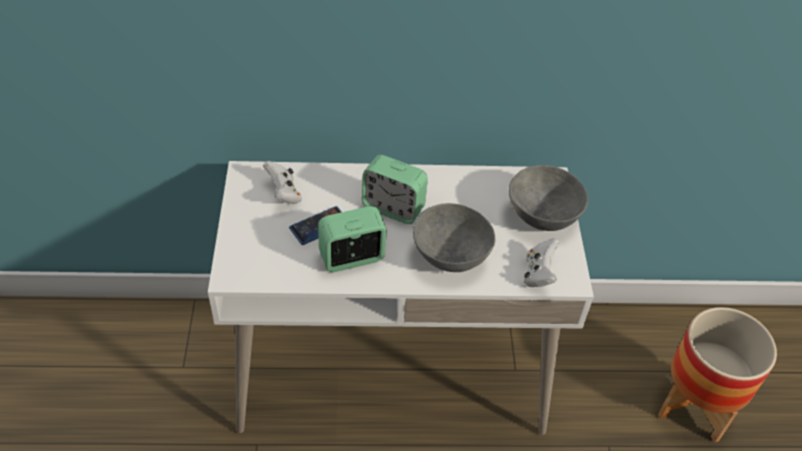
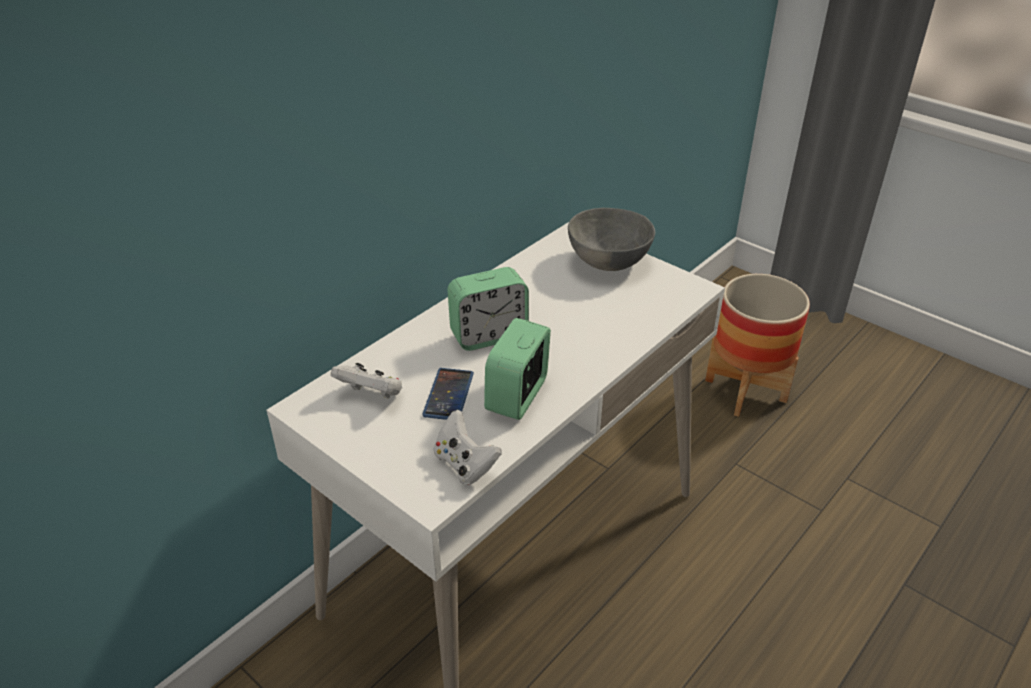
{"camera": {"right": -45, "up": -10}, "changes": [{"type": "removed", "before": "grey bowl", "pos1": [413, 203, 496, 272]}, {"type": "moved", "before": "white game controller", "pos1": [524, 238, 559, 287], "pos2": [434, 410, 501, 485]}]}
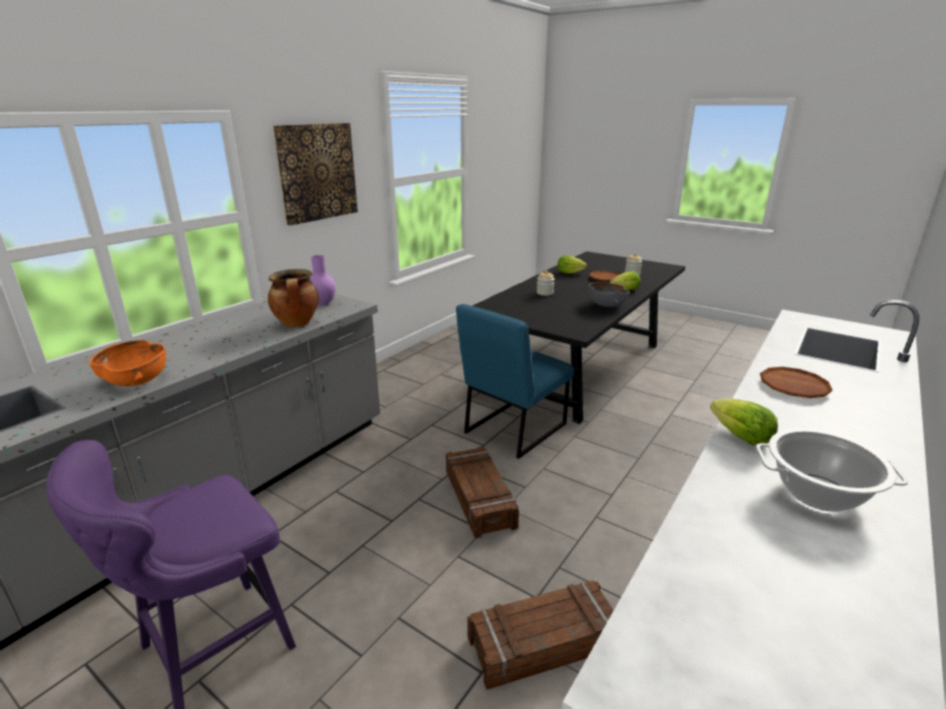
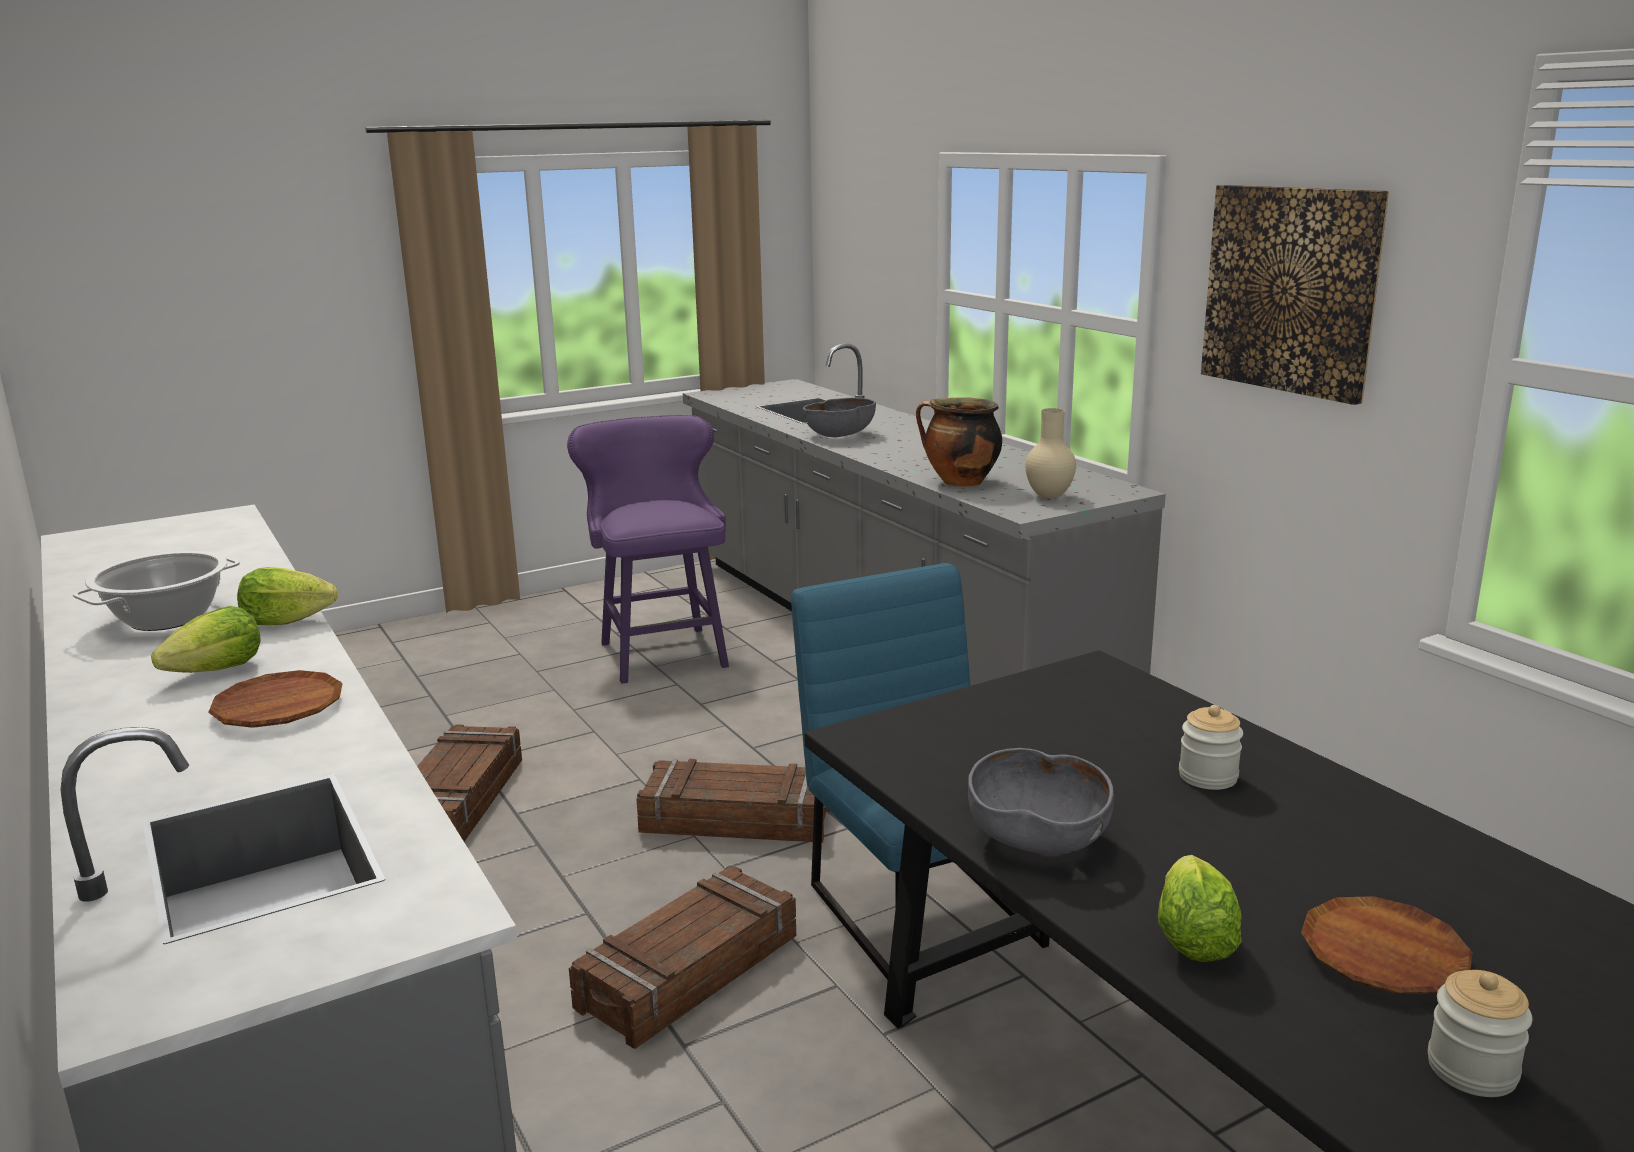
{"camera": {"right": 115, "up": -5}, "changes": [{"type": "added", "after": "crate", "pos2": [569, 866, 796, 1049]}, {"type": "moved", "before": "lettuce", "pos1": [558, 255, 587, 273], "pos2": [151, 606, 261, 673]}, {"type": "recoloured", "before": "orange bowl", "after": "grey bowl", "pos1": [89, 340, 166, 386], "pos2": [803, 397, 876, 437]}, {"type": "recoloured", "before": "purple vase", "after": "beige vase", "pos1": [310, 255, 336, 306], "pos2": [1025, 408, 1076, 499]}]}
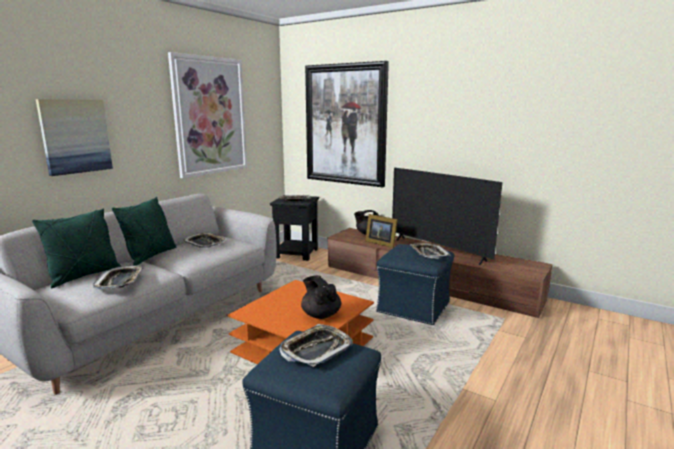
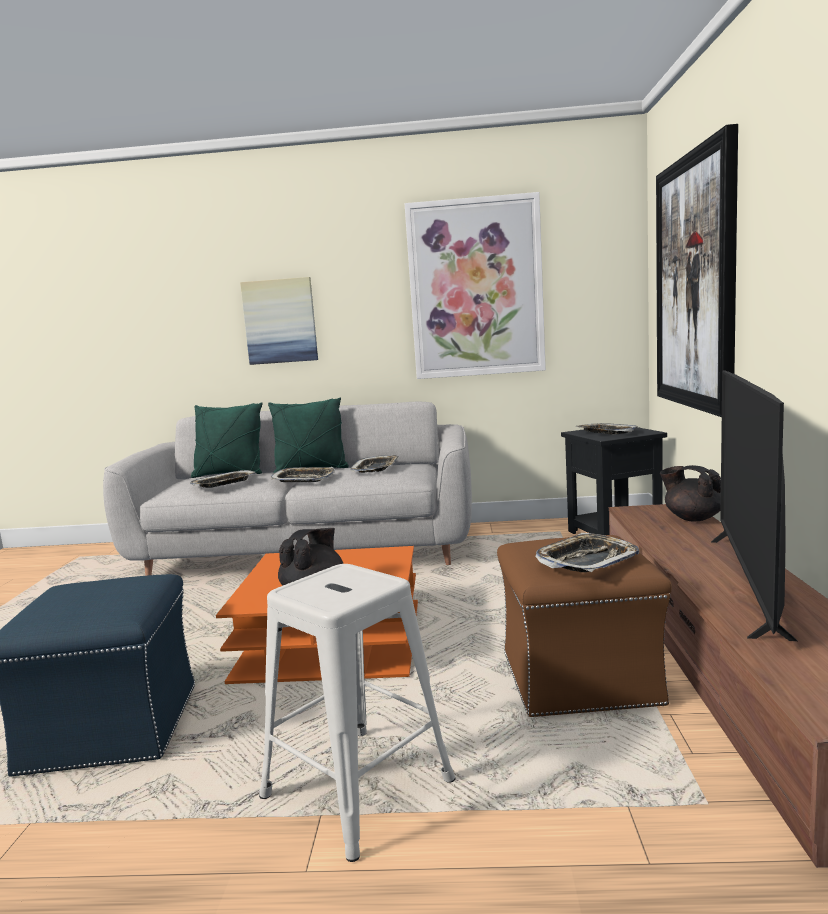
{"camera": {"right": 60, "up": -5}, "changes": [{"type": "removed", "before": "picture frame", "pos1": [365, 214, 398, 248]}, {"type": "added", "after": "white stool", "pos2": [259, 564, 455, 862]}, {"type": "moved", "before": "tray", "pos1": [279, 324, 353, 367], "pos2": [271, 467, 335, 482]}, {"type": "recoloured", "before": "blue ottoman", "after": "brown ottoman", "pos1": [376, 244, 454, 325], "pos2": [497, 535, 672, 717]}]}
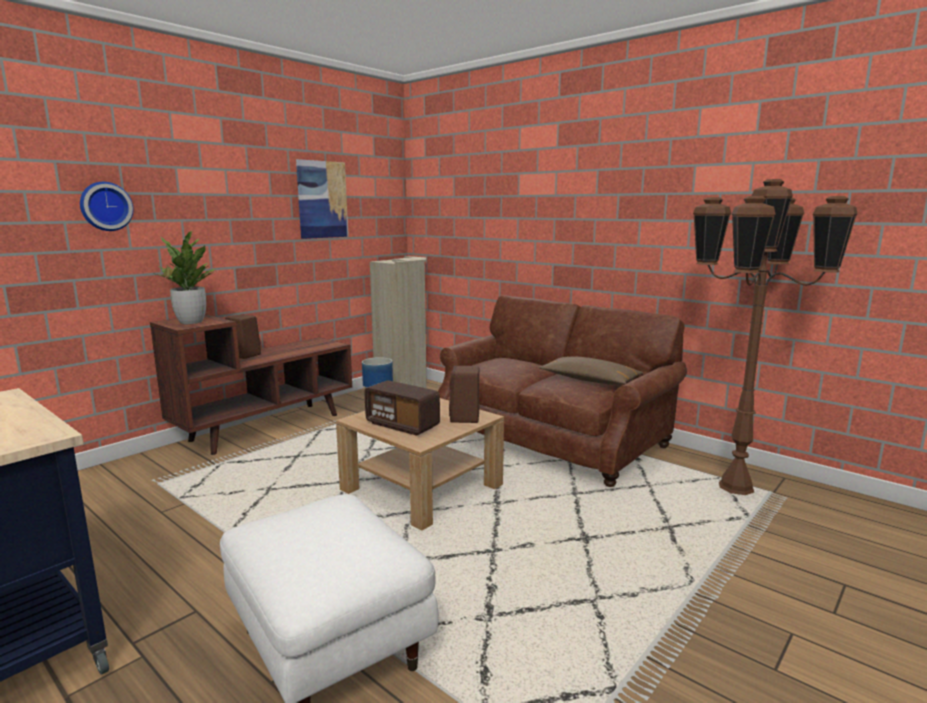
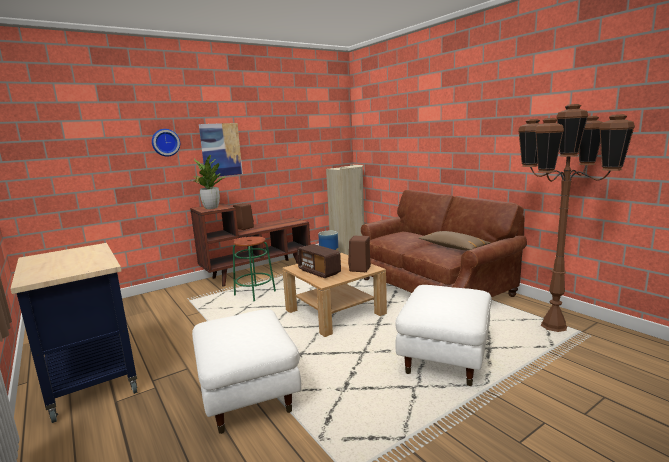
{"camera": {"right": 15, "up": 0}, "changes": [{"type": "added", "after": "green stool", "pos2": [233, 236, 276, 301]}, {"type": "added", "after": "white ottoman", "pos2": [395, 285, 492, 386]}, {"type": "moved", "before": "picture", "pos1": [296, 159, 348, 239], "pos2": [199, 123, 243, 176]}]}
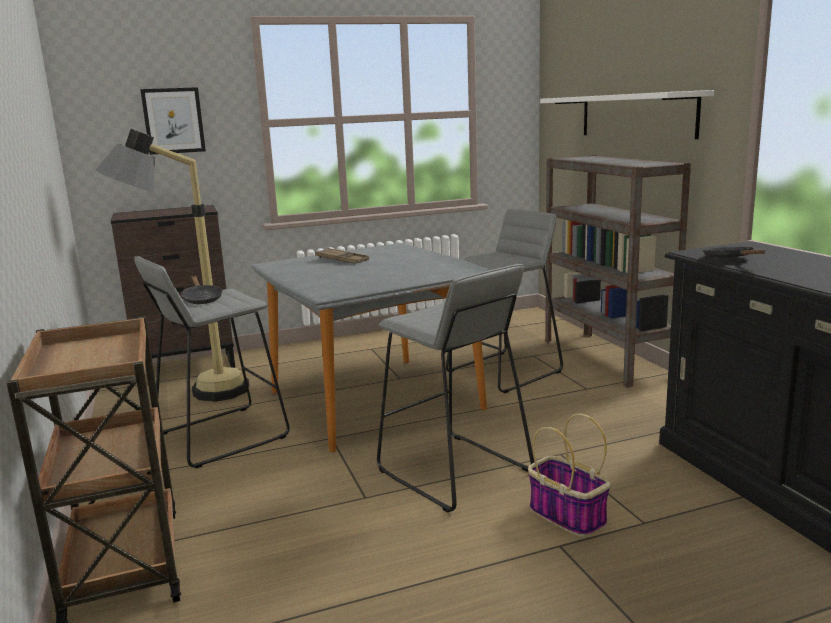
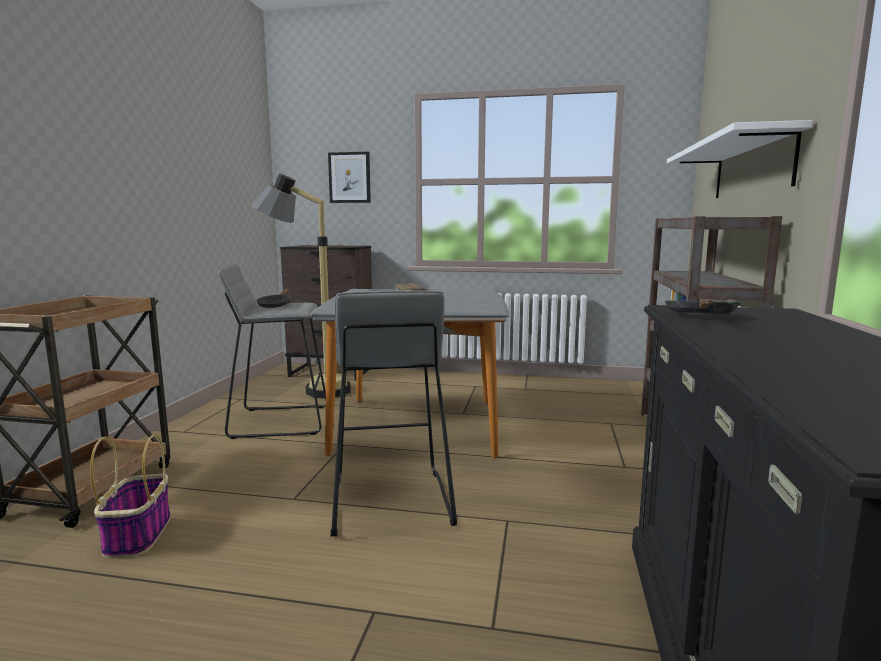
{"camera": {"right": 30, "up": -5}, "changes": [{"type": "removed", "before": "grey stool", "pos1": [446, 209, 563, 393]}, {"type": "moved", "before": "basket", "pos1": [528, 413, 611, 537], "pos2": [90, 434, 171, 558]}]}
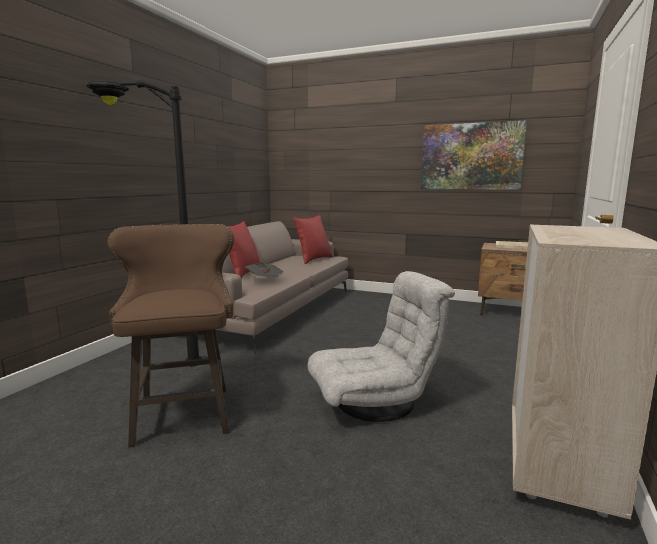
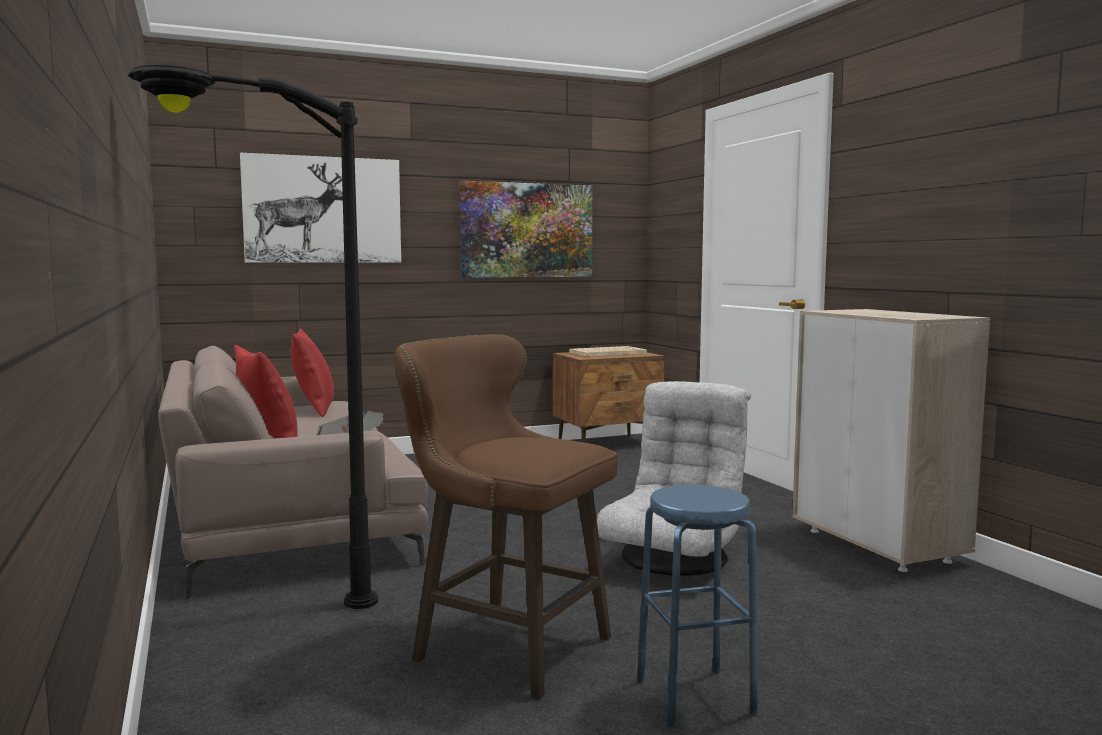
{"camera": {"right": -45, "up": -5}, "changes": [{"type": "added", "after": "picture", "pos2": [240, 153, 401, 263]}, {"type": "added", "after": "blue stool", "pos2": [637, 485, 758, 727]}]}
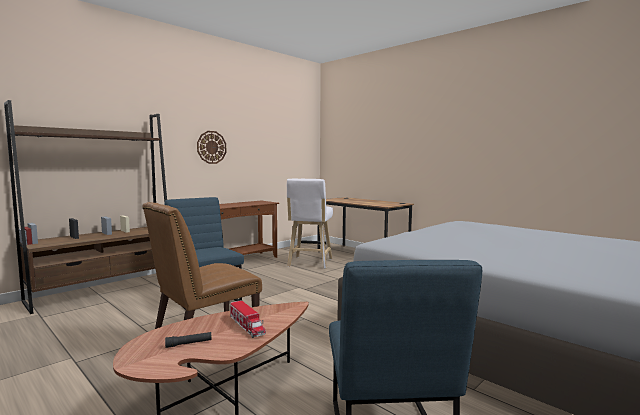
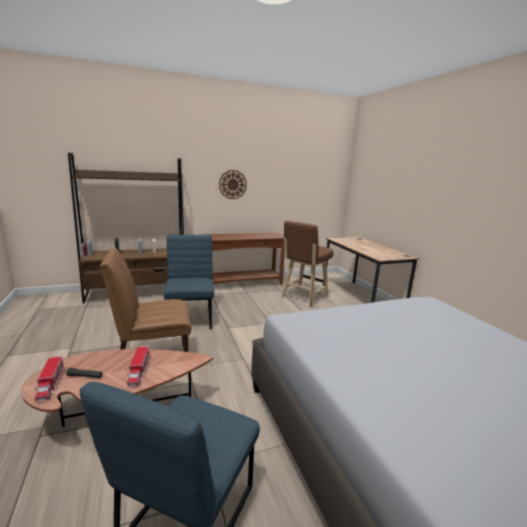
{"camera": {"right": 25, "up": 10}, "changes": [{"type": "added", "after": "toy truck", "pos2": [35, 356, 64, 401]}, {"type": "recoloured", "before": "white stool", "after": "brown stool", "pos1": [287, 179, 333, 269], "pos2": [281, 221, 334, 307]}]}
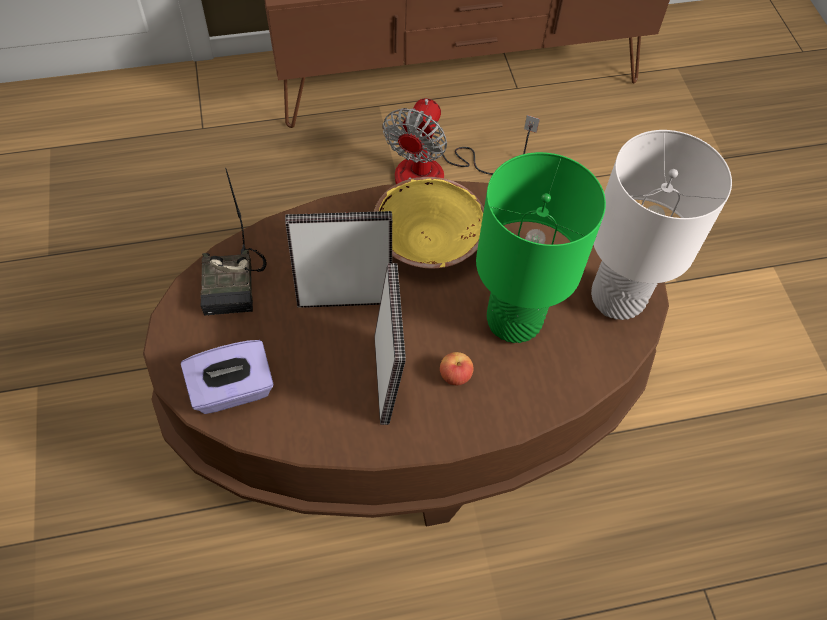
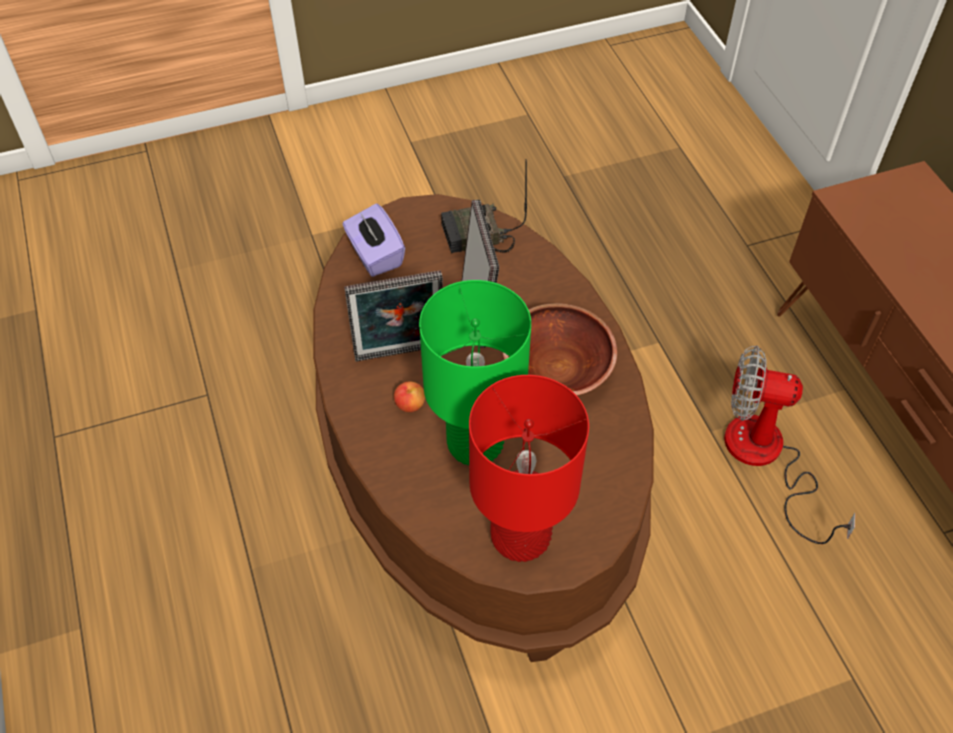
{"camera": {"right": 85, "up": -5}, "changes": [{"type": "recoloured", "before": "yellow bowl", "after": "brown bowl", "pos1": [374, 177, 484, 269], "pos2": [503, 303, 617, 396]}, {"type": "recoloured", "before": "white table lamp", "after": "red table lamp", "pos1": [591, 130, 732, 320], "pos2": [469, 375, 589, 562]}]}
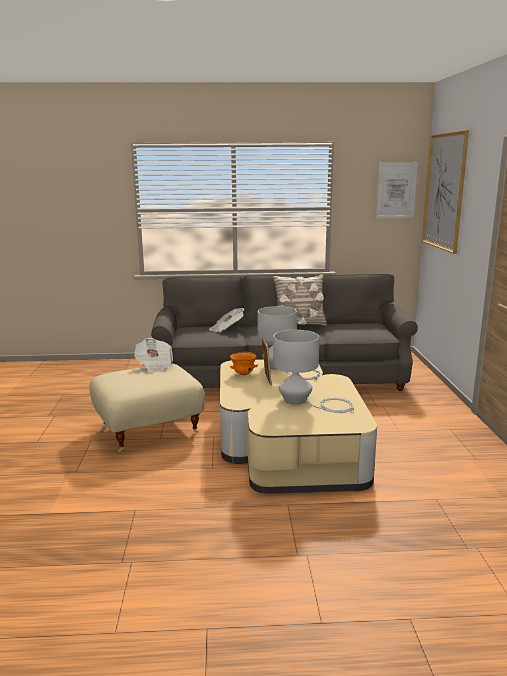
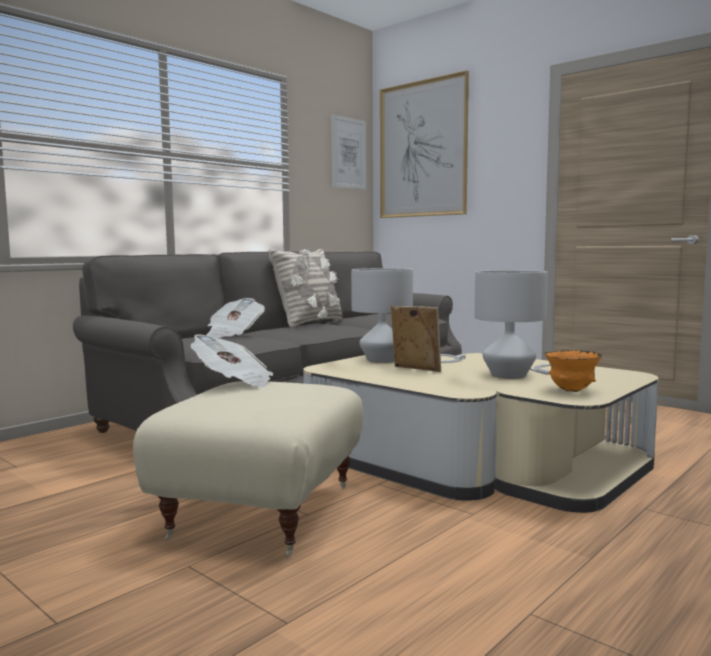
{"camera": {"right": -45, "up": -10}, "changes": [{"type": "moved", "before": "orange bowl", "pos1": [230, 352, 258, 375], "pos2": [544, 350, 602, 392]}]}
